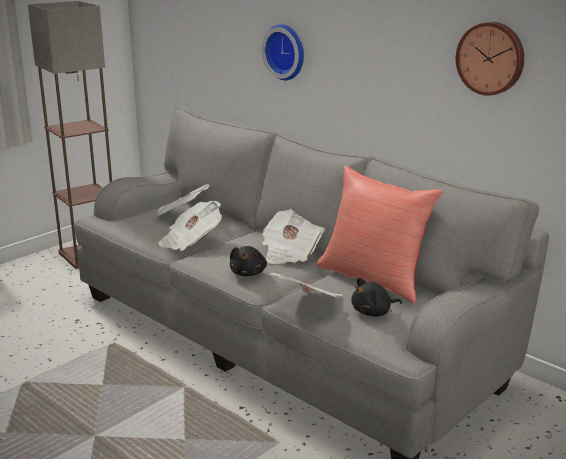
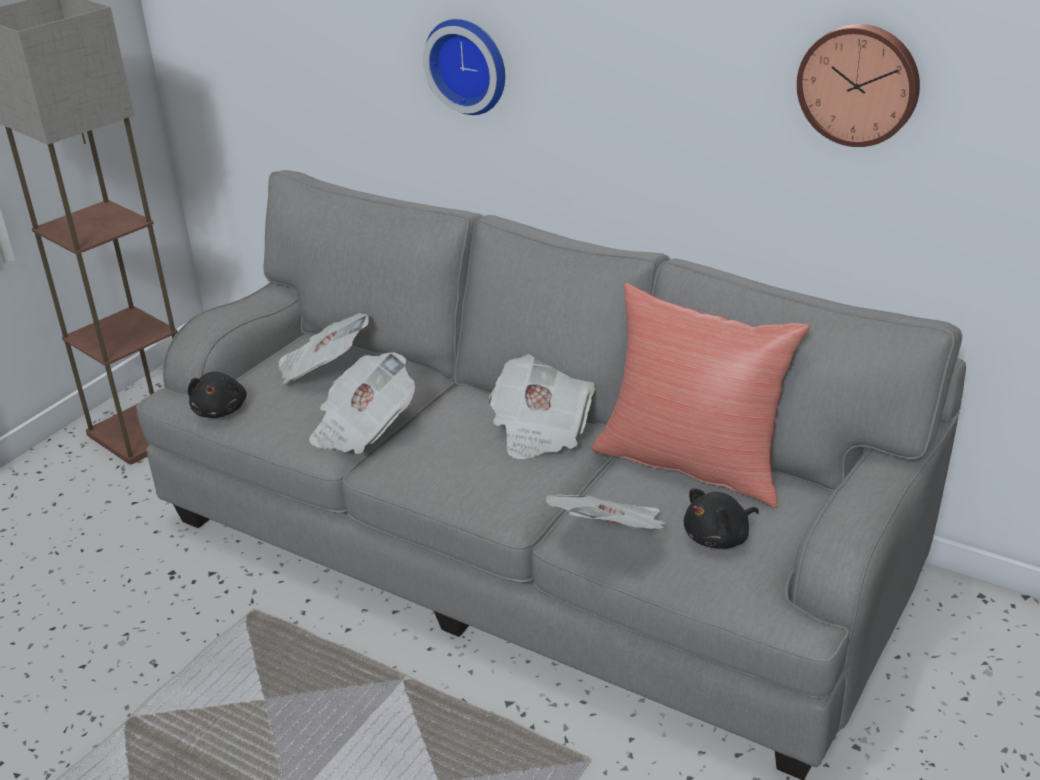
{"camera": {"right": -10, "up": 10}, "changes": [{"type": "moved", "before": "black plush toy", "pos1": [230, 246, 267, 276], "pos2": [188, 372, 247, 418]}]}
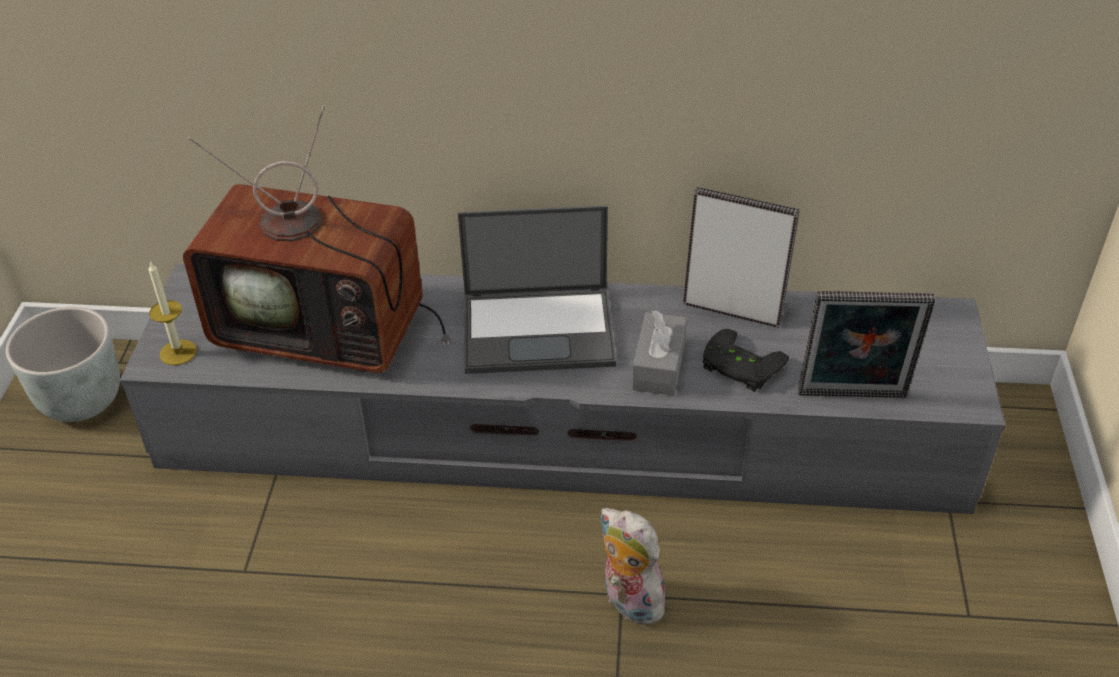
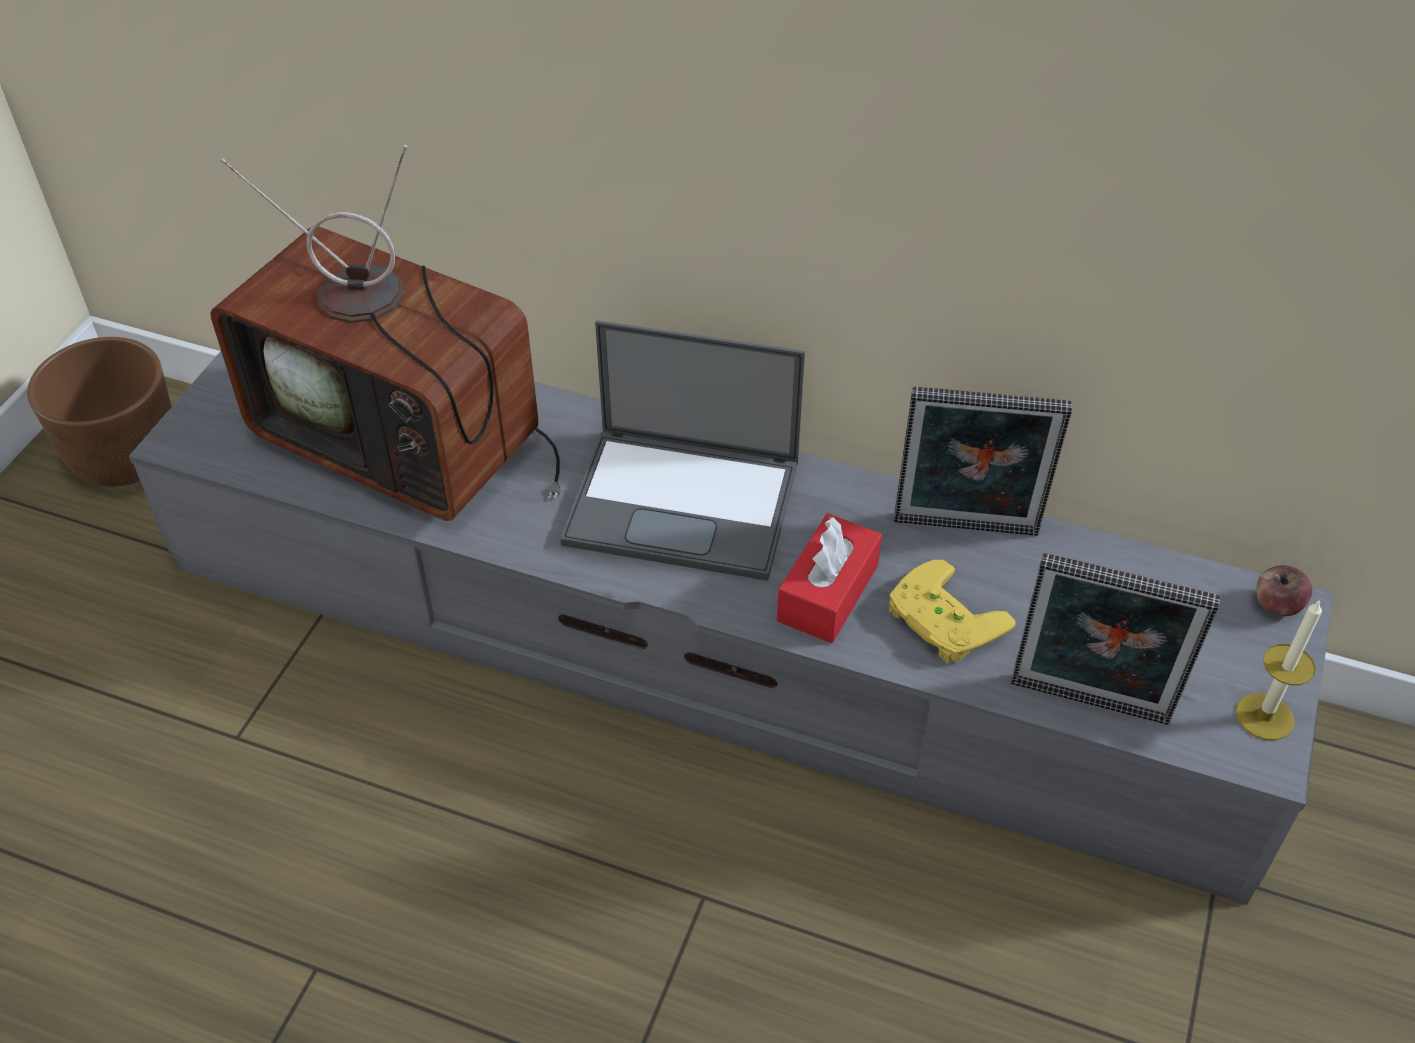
{"camera": {"right": 15, "up": 5}, "changes": [{"type": "removed", "before": "plush toy", "pos1": [600, 508, 667, 625]}, {"type": "added", "after": "apple", "pos2": [1256, 565, 1312, 616]}, {"type": "moved", "before": "candle", "pos1": [148, 261, 197, 365], "pos2": [1236, 600, 1322, 740]}, {"type": "recoloured", "before": "grey planter", "after": "brown planter", "pos1": [6, 307, 120, 422], "pos2": [27, 337, 172, 487]}, {"type": "recoloured", "before": "grey tissue box", "after": "red tissue box", "pos1": [632, 310, 687, 396], "pos2": [777, 513, 882, 643]}, {"type": "recoloured", "before": "black game controller", "after": "yellow game controller", "pos1": [703, 329, 789, 392], "pos2": [889, 560, 1016, 664]}, {"type": "turned", "before": "picture frame", "pos1": [683, 187, 800, 328], "pos2": [894, 387, 1072, 536], "turn": 150}]}
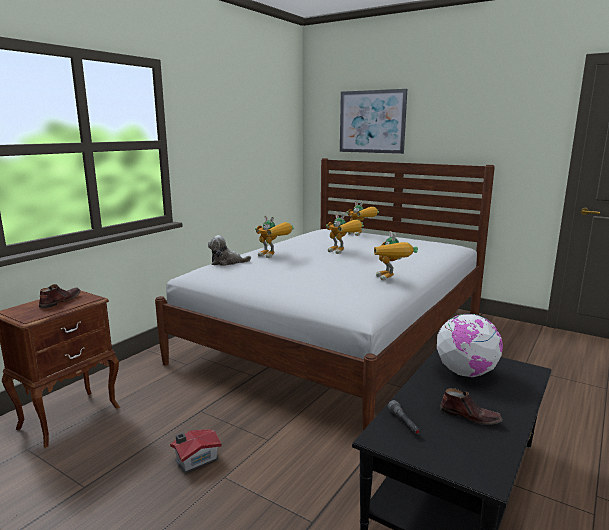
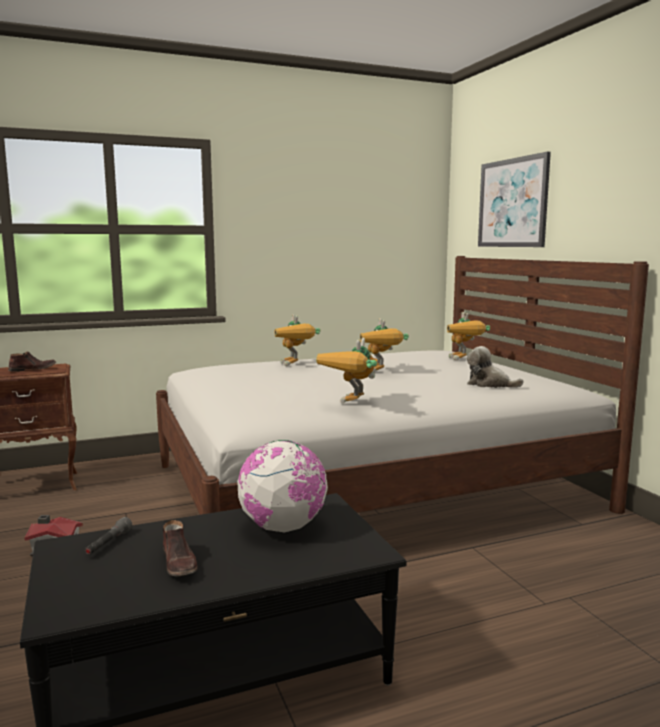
{"camera": {"right": 35, "up": -5}, "changes": [{"type": "moved", "before": "plush toy", "pos1": [208, 235, 251, 266], "pos2": [467, 346, 523, 388]}]}
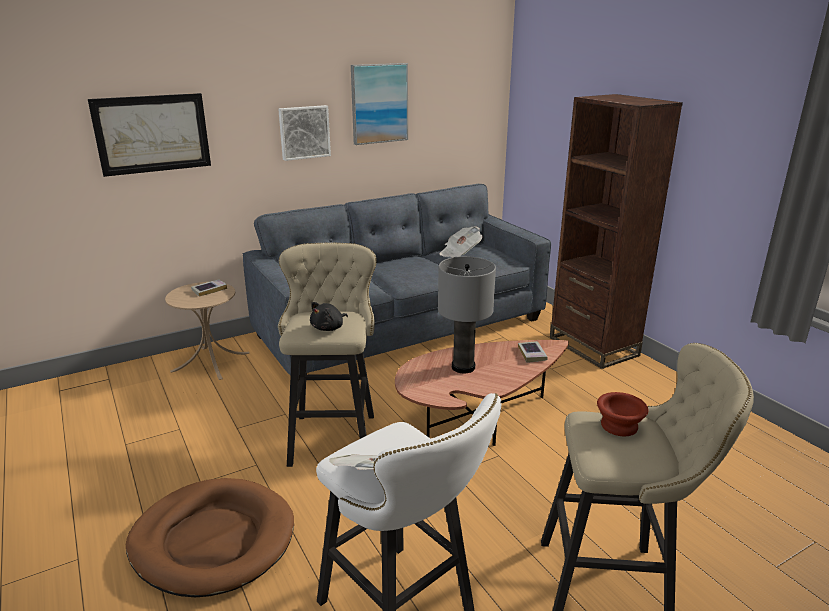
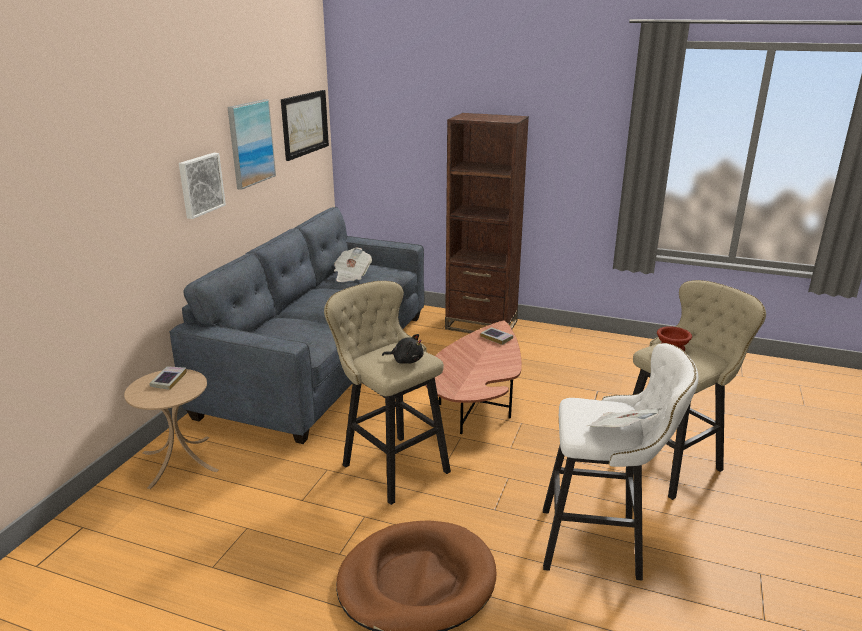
{"camera": {"right": -40, "up": 0}, "changes": [{"type": "removed", "before": "grey table lamp", "pos1": [438, 256, 496, 373]}, {"type": "moved", "before": "picture", "pos1": [88, 93, 211, 177], "pos2": [281, 90, 329, 161]}, {"type": "turned", "before": "black plush toy", "pos1": [310, 302, 348, 331], "pos2": [382, 334, 424, 364], "turn": -75}]}
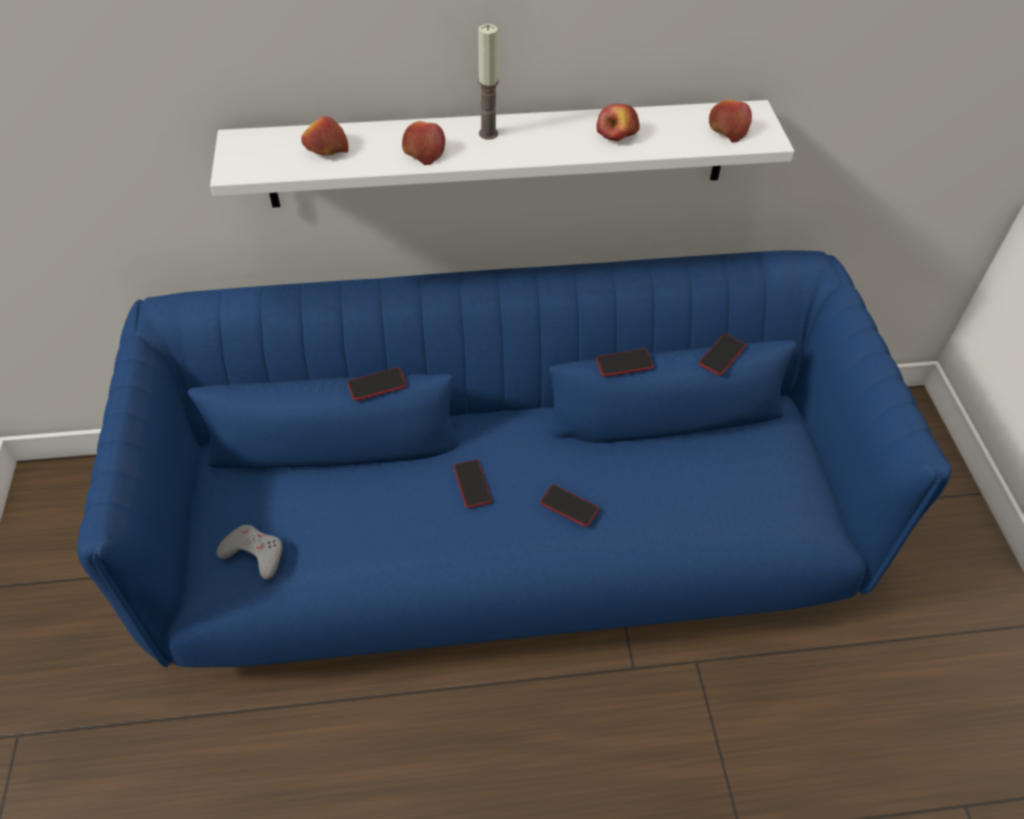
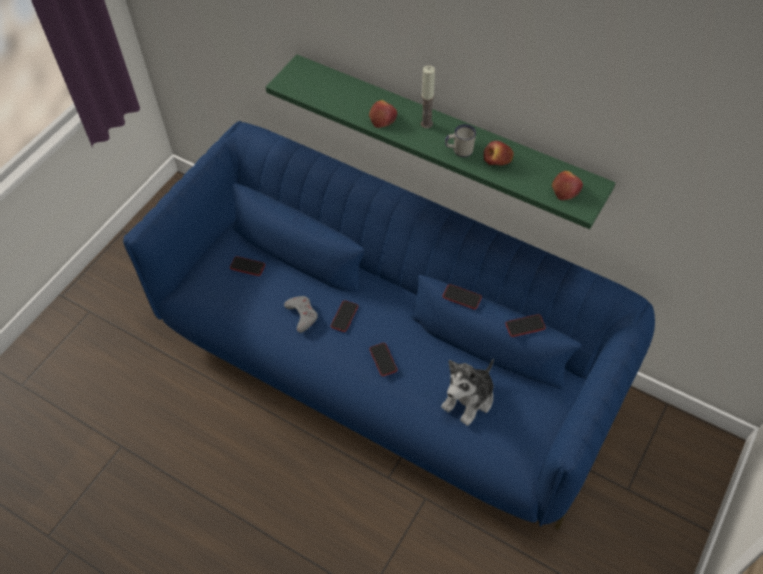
{"camera": {"right": 40, "up": 5}, "changes": [{"type": "removed", "before": "apple", "pos1": [301, 116, 348, 156]}, {"type": "added", "after": "plush toy", "pos2": [441, 359, 494, 426]}, {"type": "added", "after": "white mug", "pos2": [445, 124, 476, 157]}, {"type": "moved", "before": "grey game controller", "pos1": [216, 525, 283, 580], "pos2": [284, 296, 318, 333]}, {"type": "moved", "before": "phone", "pos1": [347, 368, 407, 401], "pos2": [230, 256, 265, 276]}, {"type": "recoloured", "before": "white shelf", "after": "green shelf", "pos1": [210, 100, 794, 208], "pos2": [266, 54, 615, 229]}]}
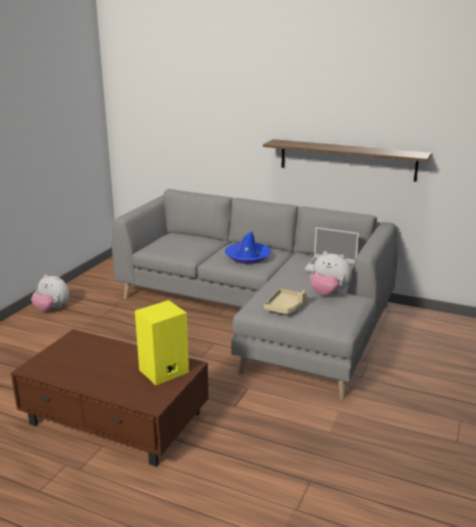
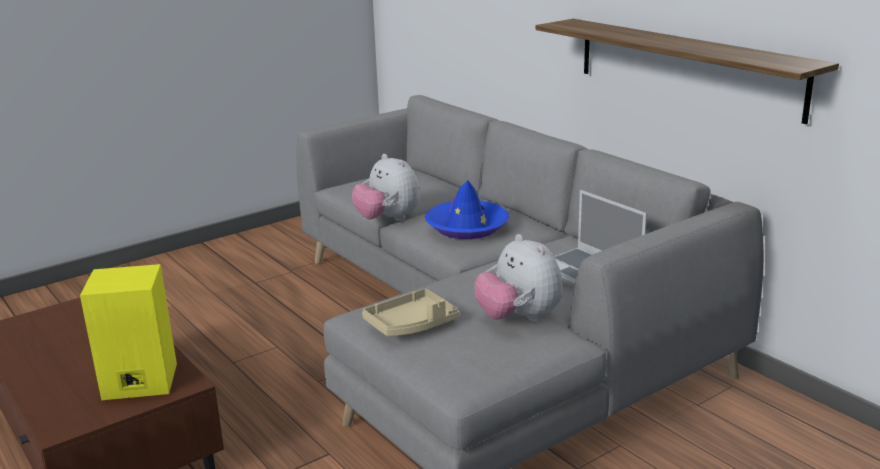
{"camera": {"right": 30, "up": 0}, "changes": [{"type": "moved", "before": "plush toy", "pos1": [31, 274, 69, 311], "pos2": [352, 154, 420, 221]}]}
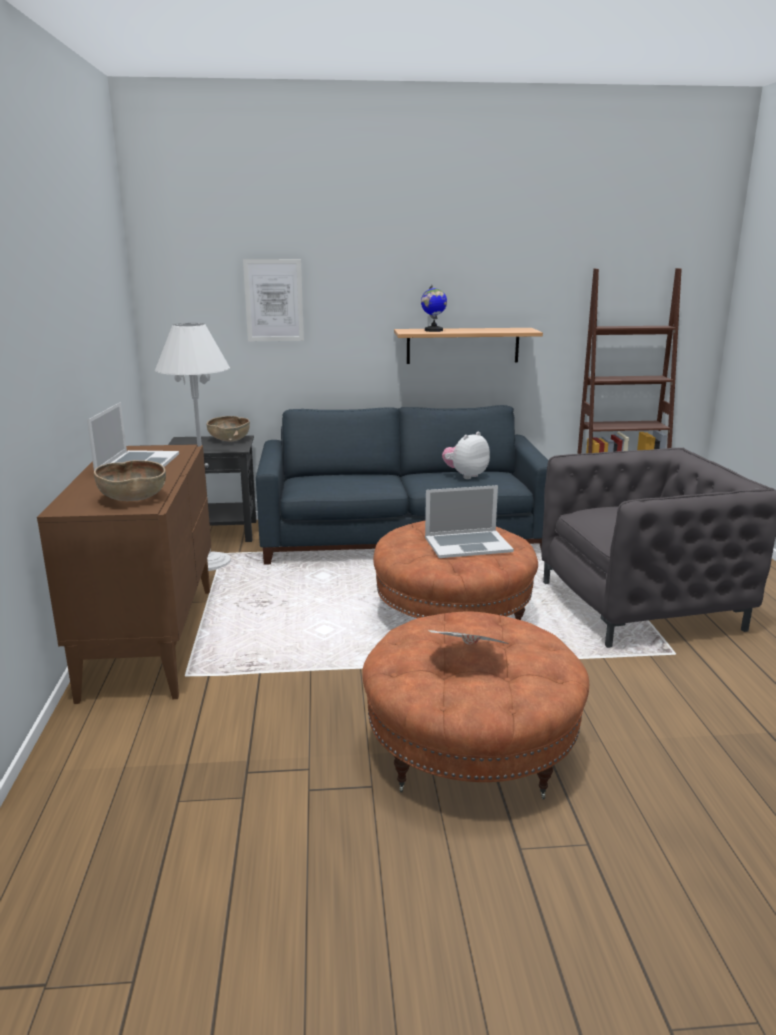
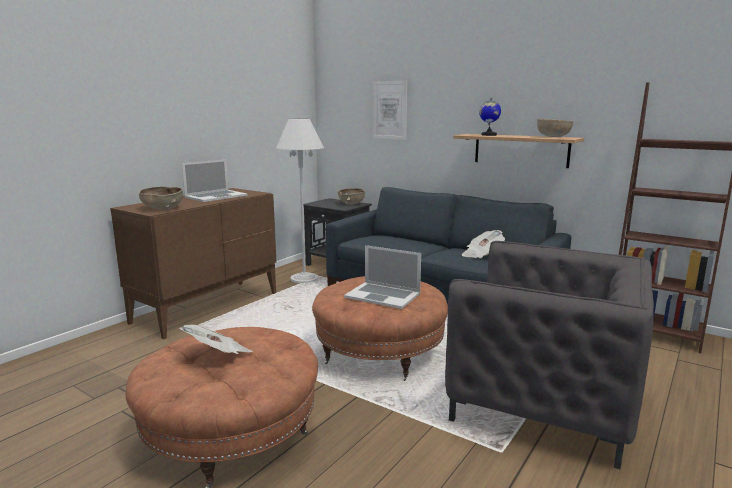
{"camera": {"right": 40, "up": -5}, "changes": [{"type": "added", "after": "brown bowl", "pos2": [537, 119, 573, 137]}, {"type": "replaced", "before": "plush toy", "after": "newspaper", "pos1": [442, 432, 490, 479], "pos2": [462, 230, 505, 258]}]}
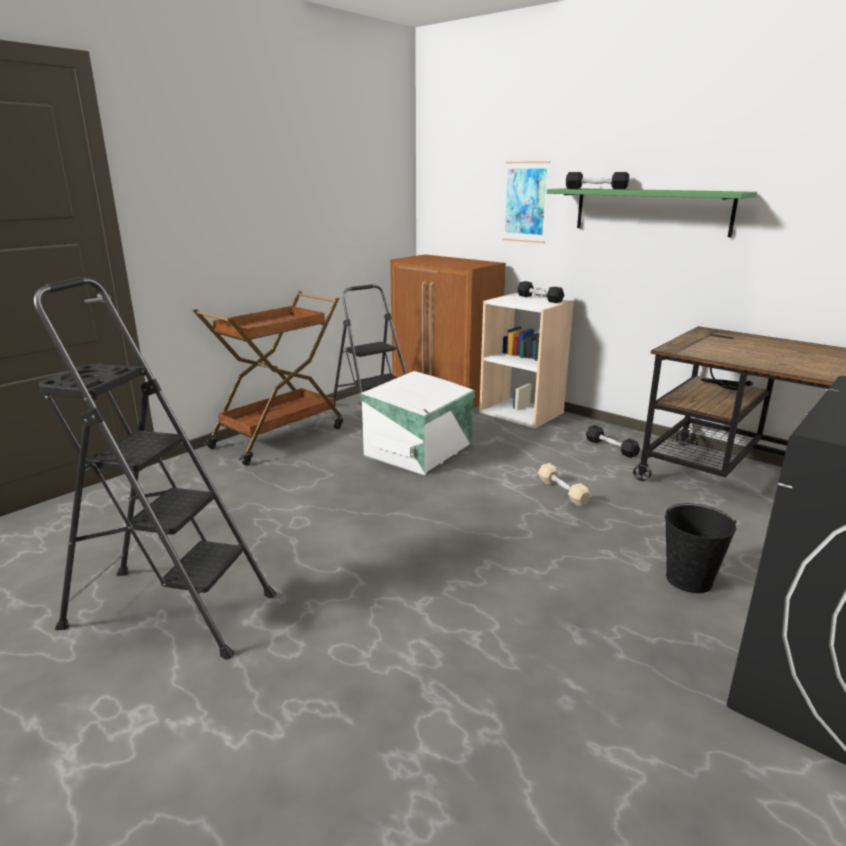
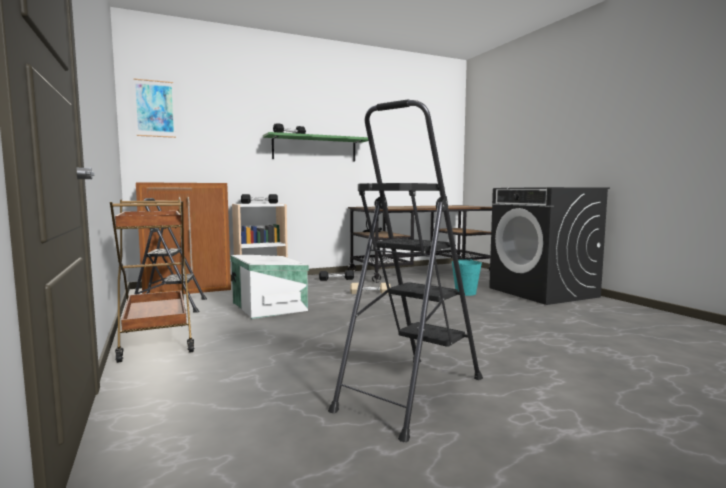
{"camera": {"right": -65, "up": -15}, "changes": [{"type": "moved", "before": "picture", "pos1": [502, 161, 550, 243], "pos2": [133, 78, 176, 138]}, {"type": "recoloured", "before": "black bucket", "after": "turquoise bucket", "pos1": [665, 503, 737, 593], "pos2": [451, 260, 482, 296]}]}
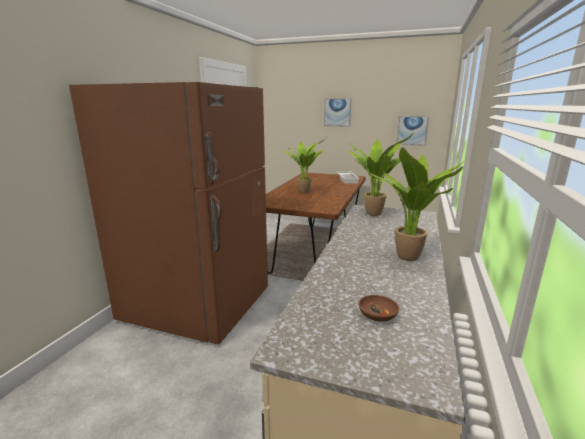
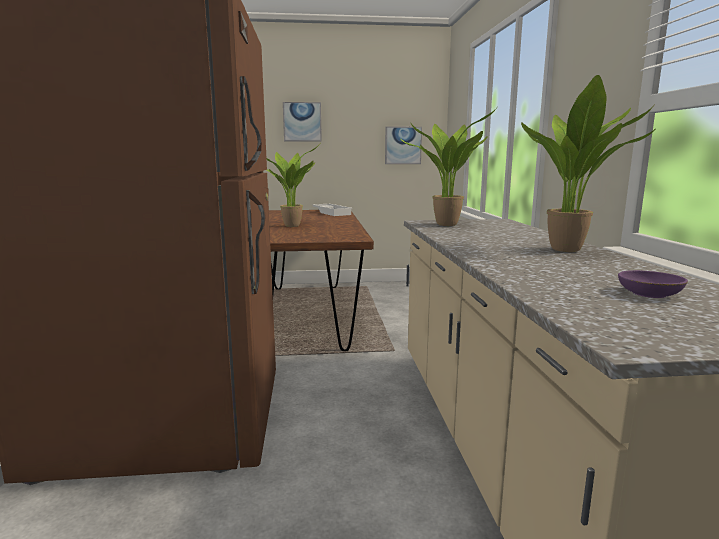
{"camera": {"right": -25, "up": -5}, "changes": [{"type": "recoloured", "before": "brown bowl", "after": "purple bowl", "pos1": [359, 295, 399, 322], "pos2": [618, 270, 688, 298]}]}
